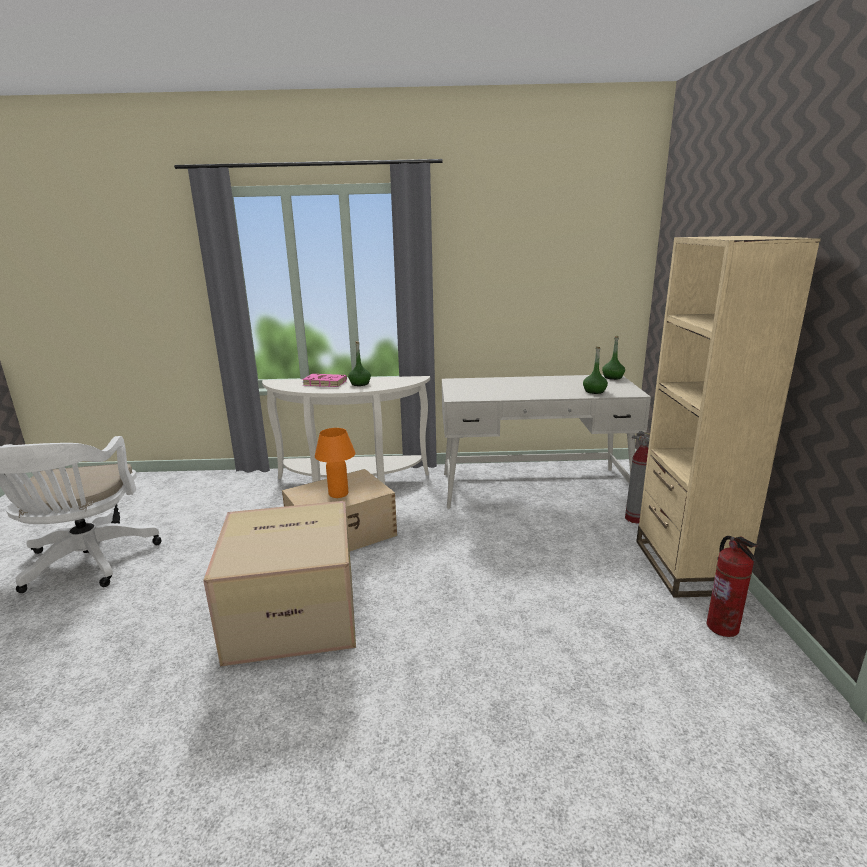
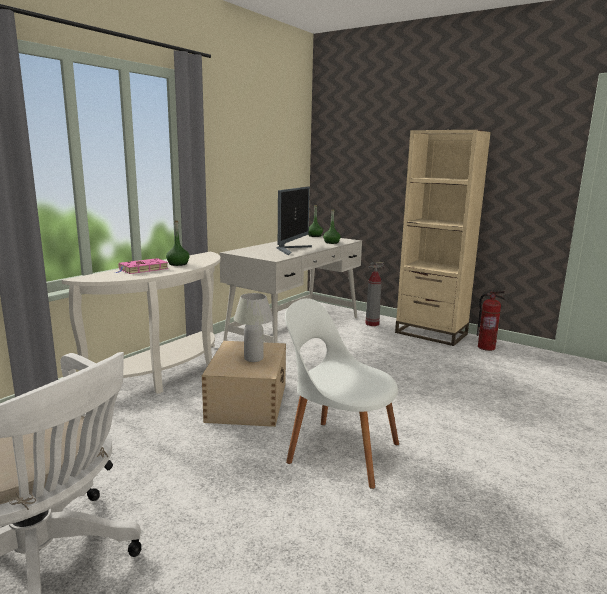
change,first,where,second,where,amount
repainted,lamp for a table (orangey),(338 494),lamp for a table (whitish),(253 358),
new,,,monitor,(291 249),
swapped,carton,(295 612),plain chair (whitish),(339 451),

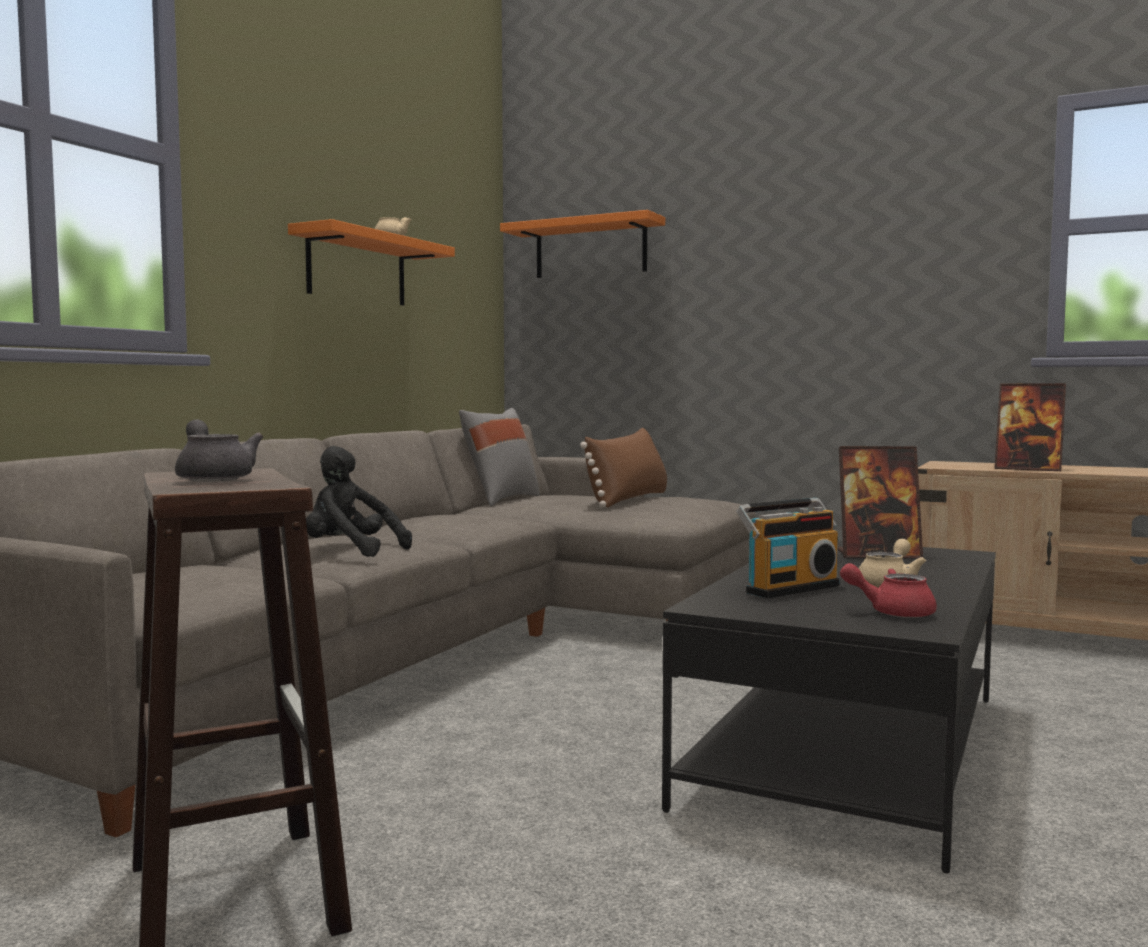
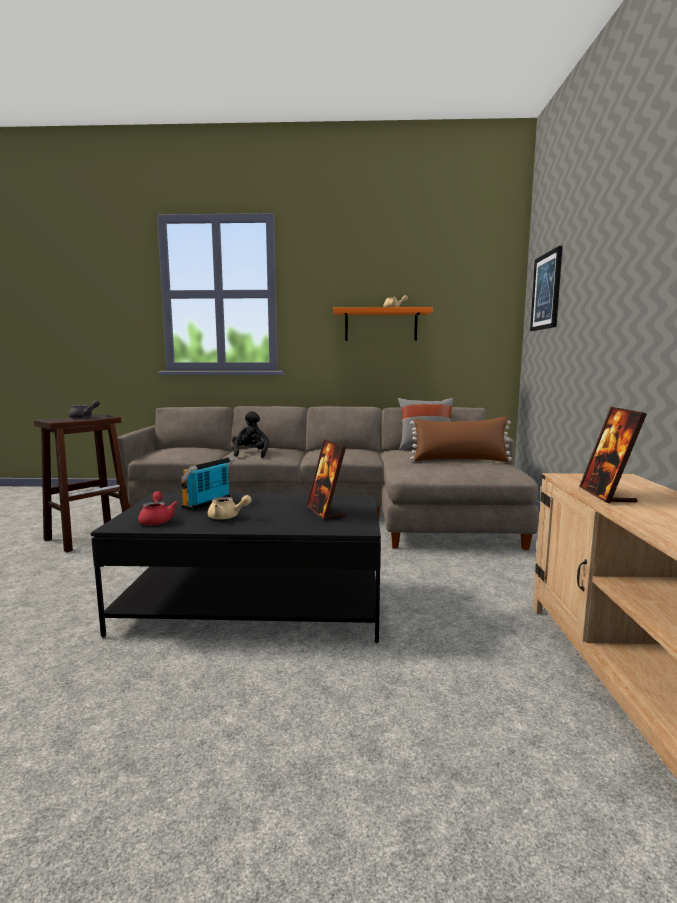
change,first,where,second,where,amount
rotated,radio,(789 588),,(208 503),90 degrees clockwise
swapped,wall shelf (orangey),(590 249),wall art,(546 291),

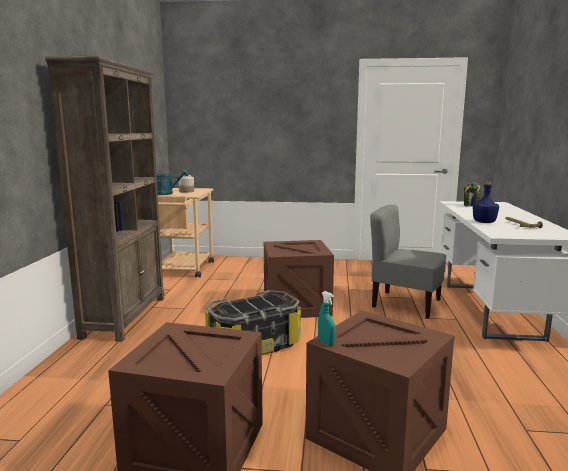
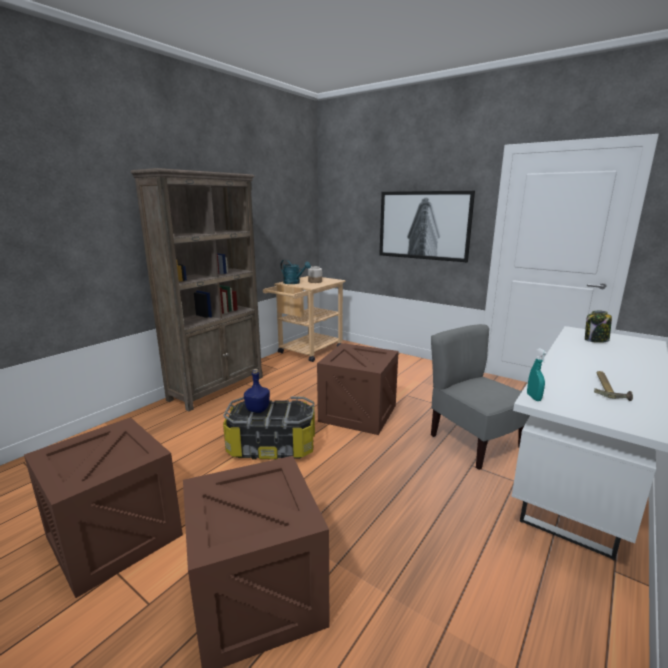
change,first,where,second,where,amount
shifted,beverage bottle (blue-coloured),(484 222),,(257 410),
new,,,wall art,(424 225),
shifted,spray bottle (turquoise),(326 343),,(533 397),

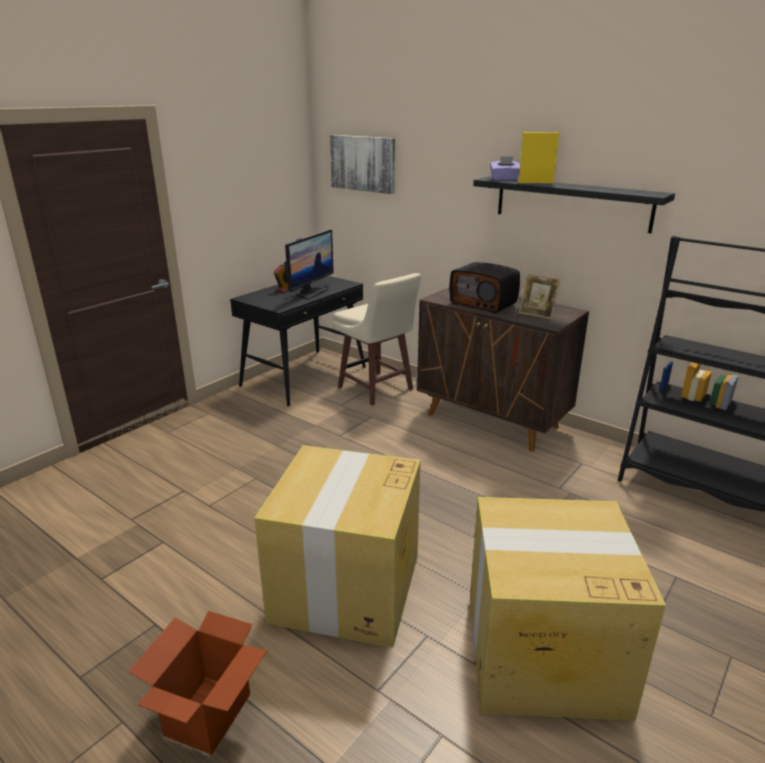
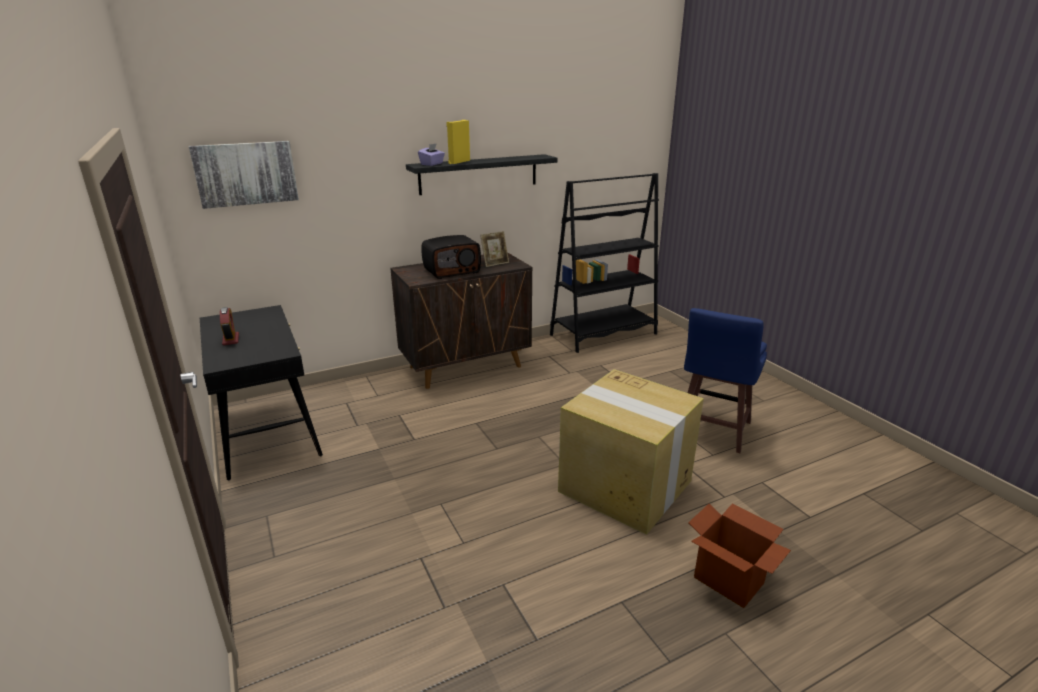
change,first,where,second,where,amount
swapped,carton,(541 653),stool seat (blue-coloured),(712 430),
gone,monitor,(310 293),,,
gone,stool seat (beige),(376 389),,,

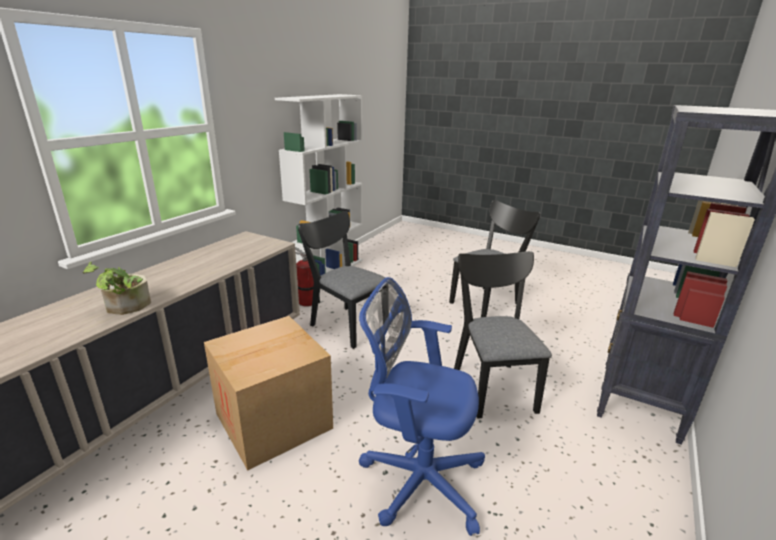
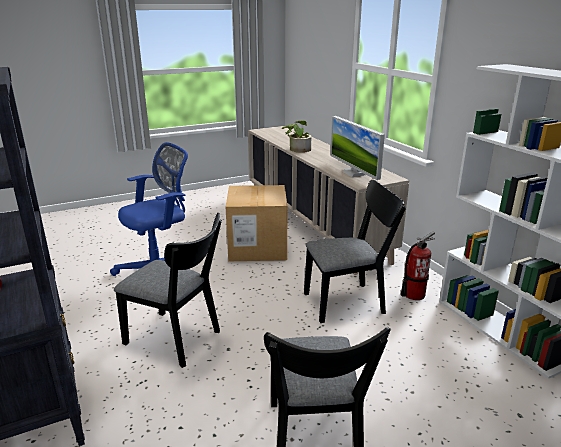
change,first,where,second,where,amount
new,,,monitor,(354 173),

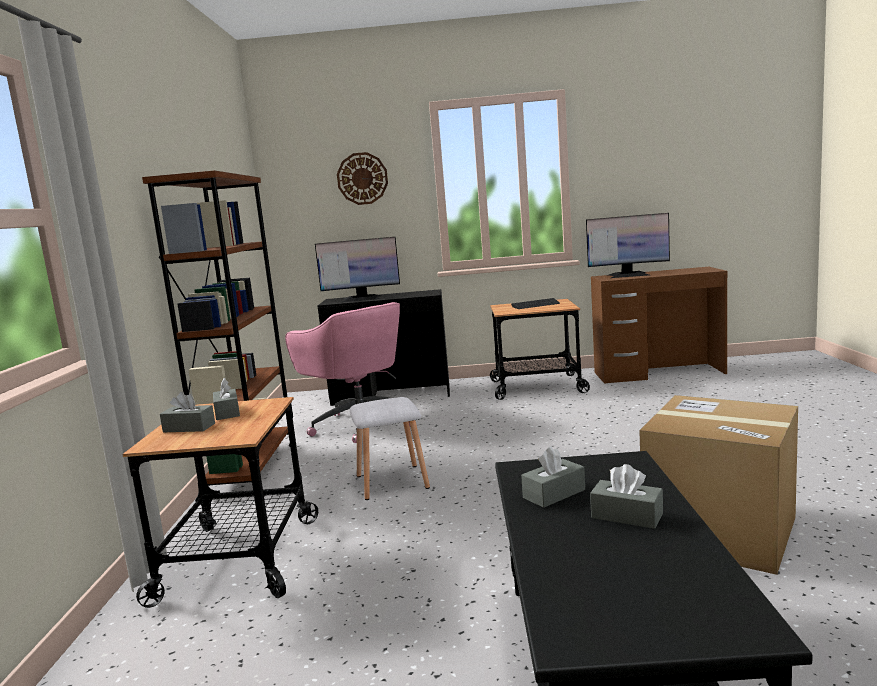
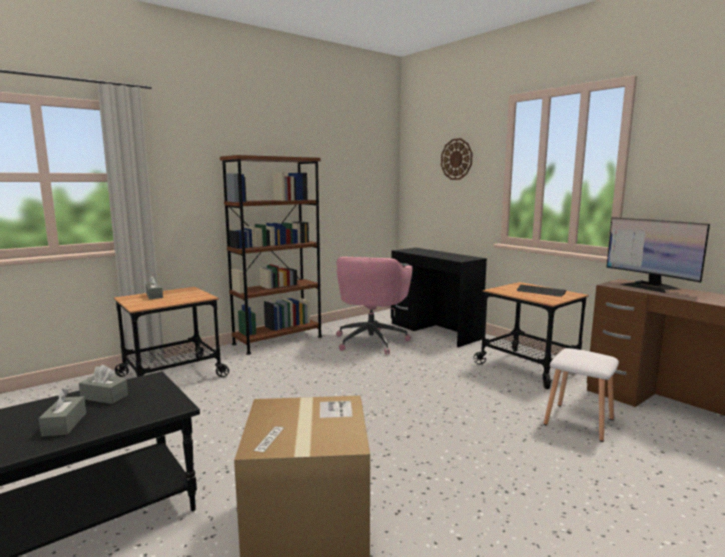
change,first,where,second,where,amount
shifted,stool seat (whitish),(391 482),,(577 421),
gone,tissue box (greyish),(227 412),,,
gone,monitor,(361 298),,,

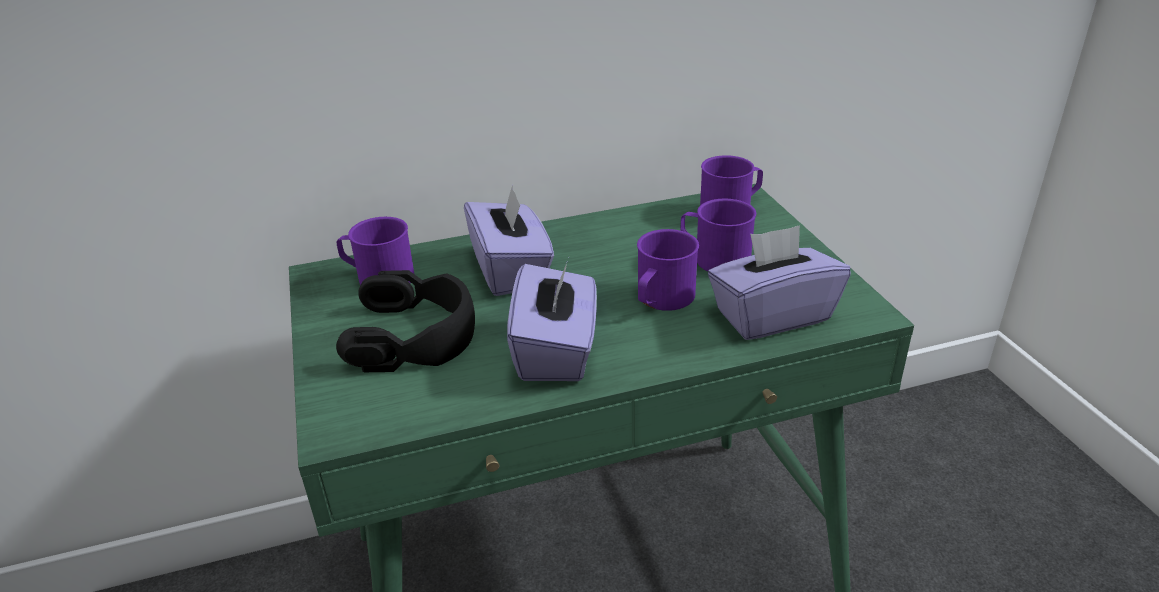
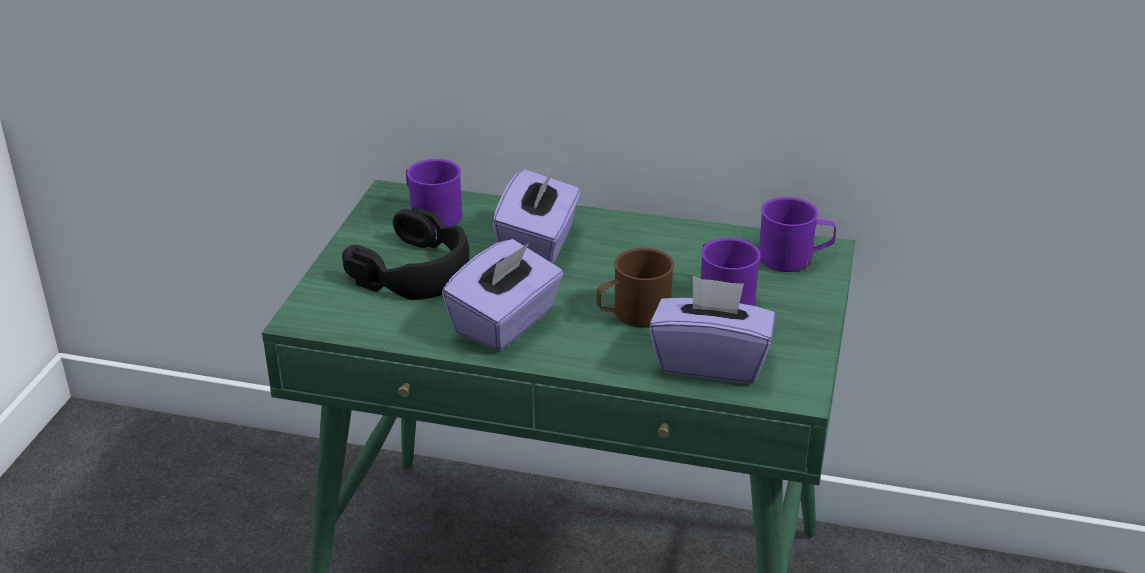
change,first,where,second,where,amount
repainted,coffee mug (purple),(661 300),coffee mug (brown-coloured),(633 314),

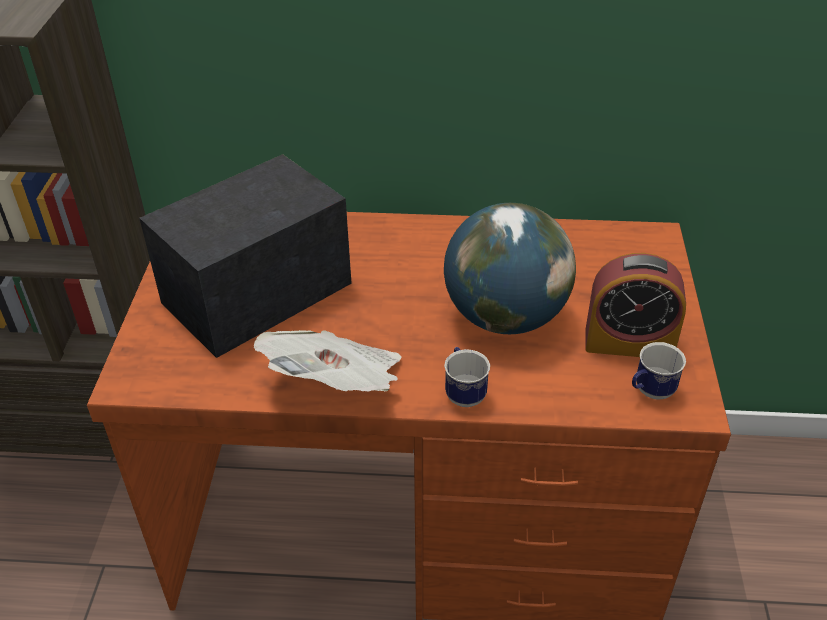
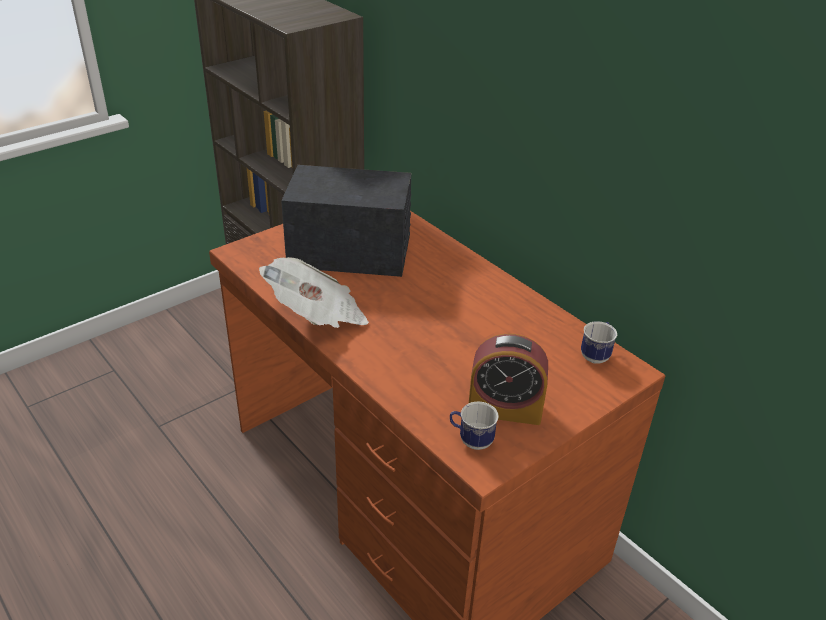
change,first,where,second,where,amount
rotated,table clock,(629 343),,(504 409),45 degrees counterclockwise
shifted,coffee mug,(463 392),,(596 354),
gone,world globe,(504 317),,,

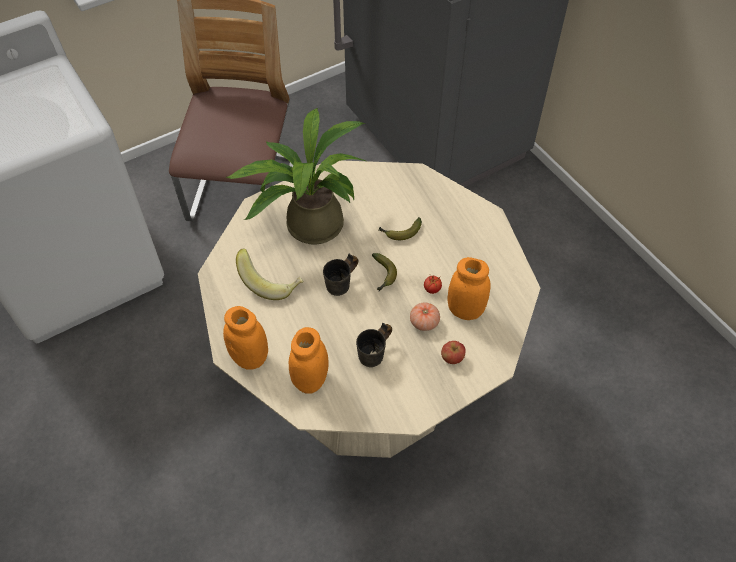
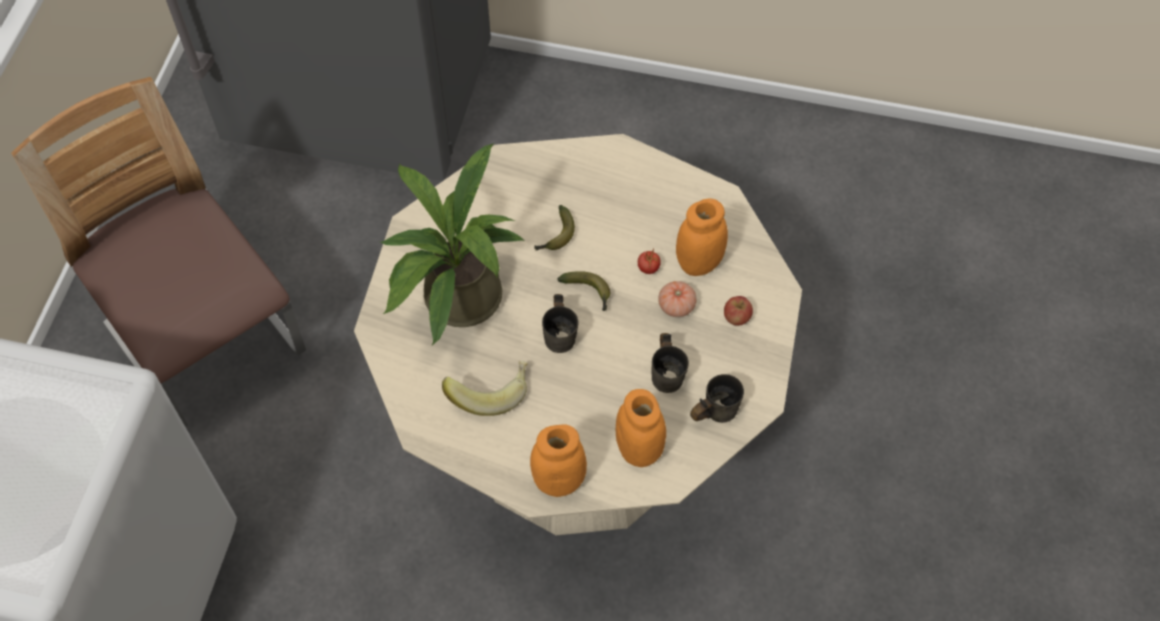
change,first,where,second,where,amount
new,,,coffee mug (greyish),(712 410),

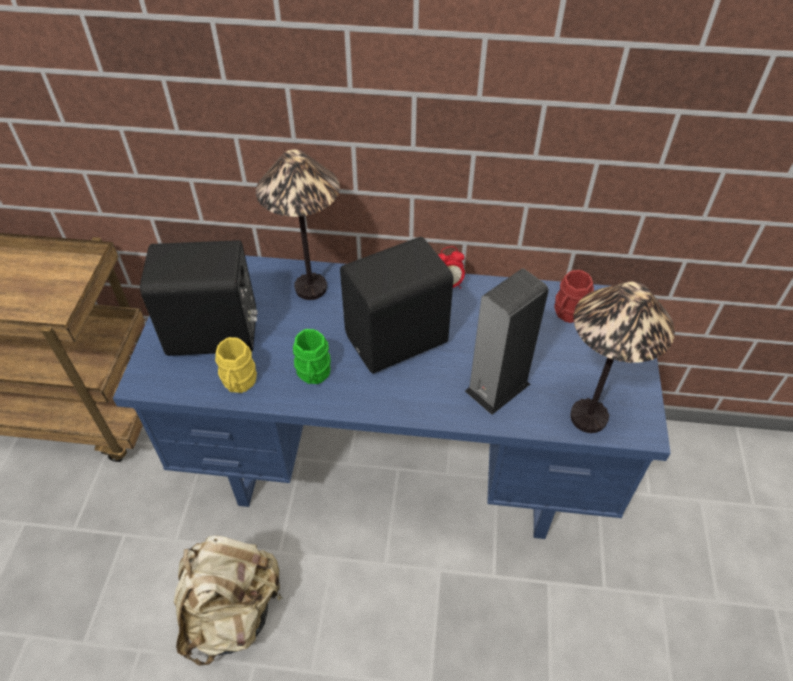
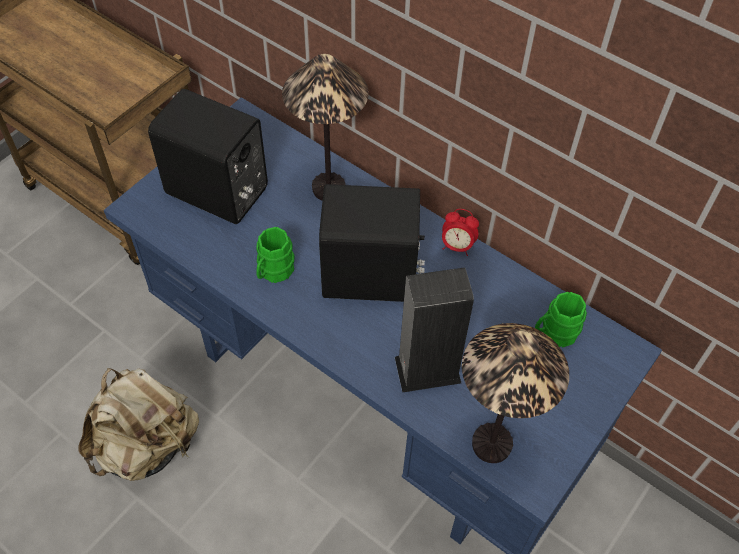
change,first,where,second,where,amount
repainted,coffee mug (red-coloured),(567 313),coffee mug (green),(554 333),
gone,coffee mug (yellow-coloured),(238 383),,,

